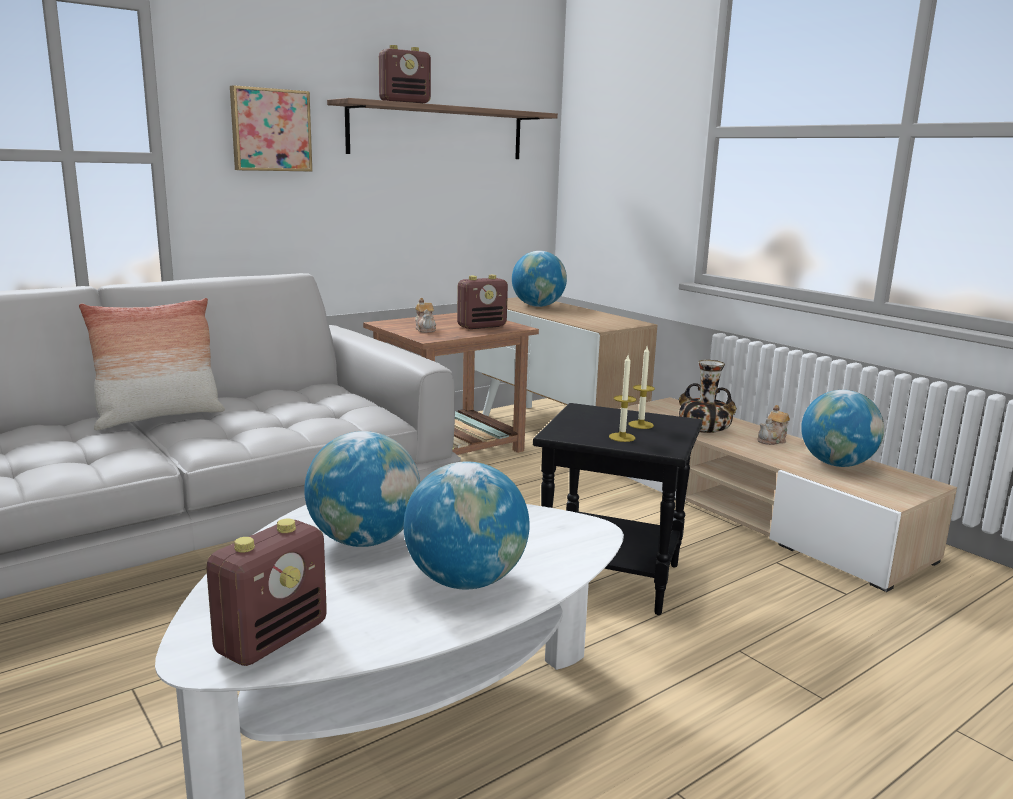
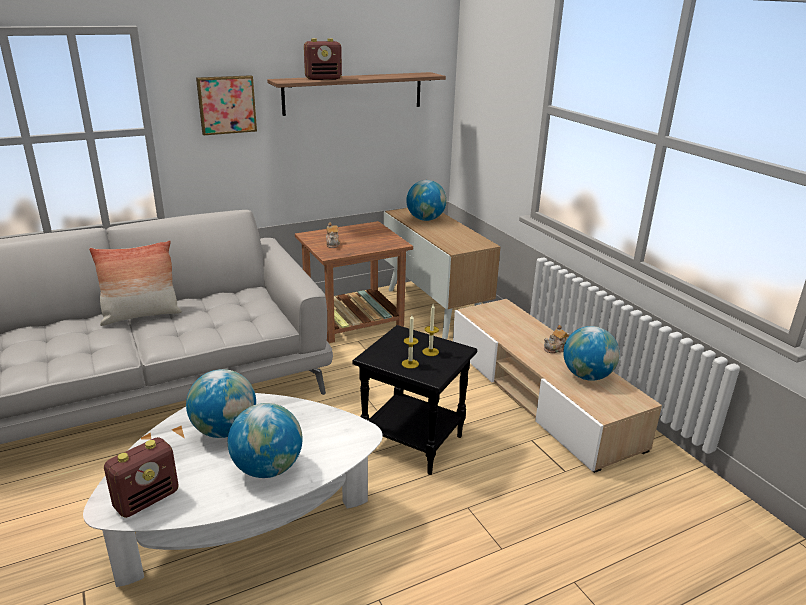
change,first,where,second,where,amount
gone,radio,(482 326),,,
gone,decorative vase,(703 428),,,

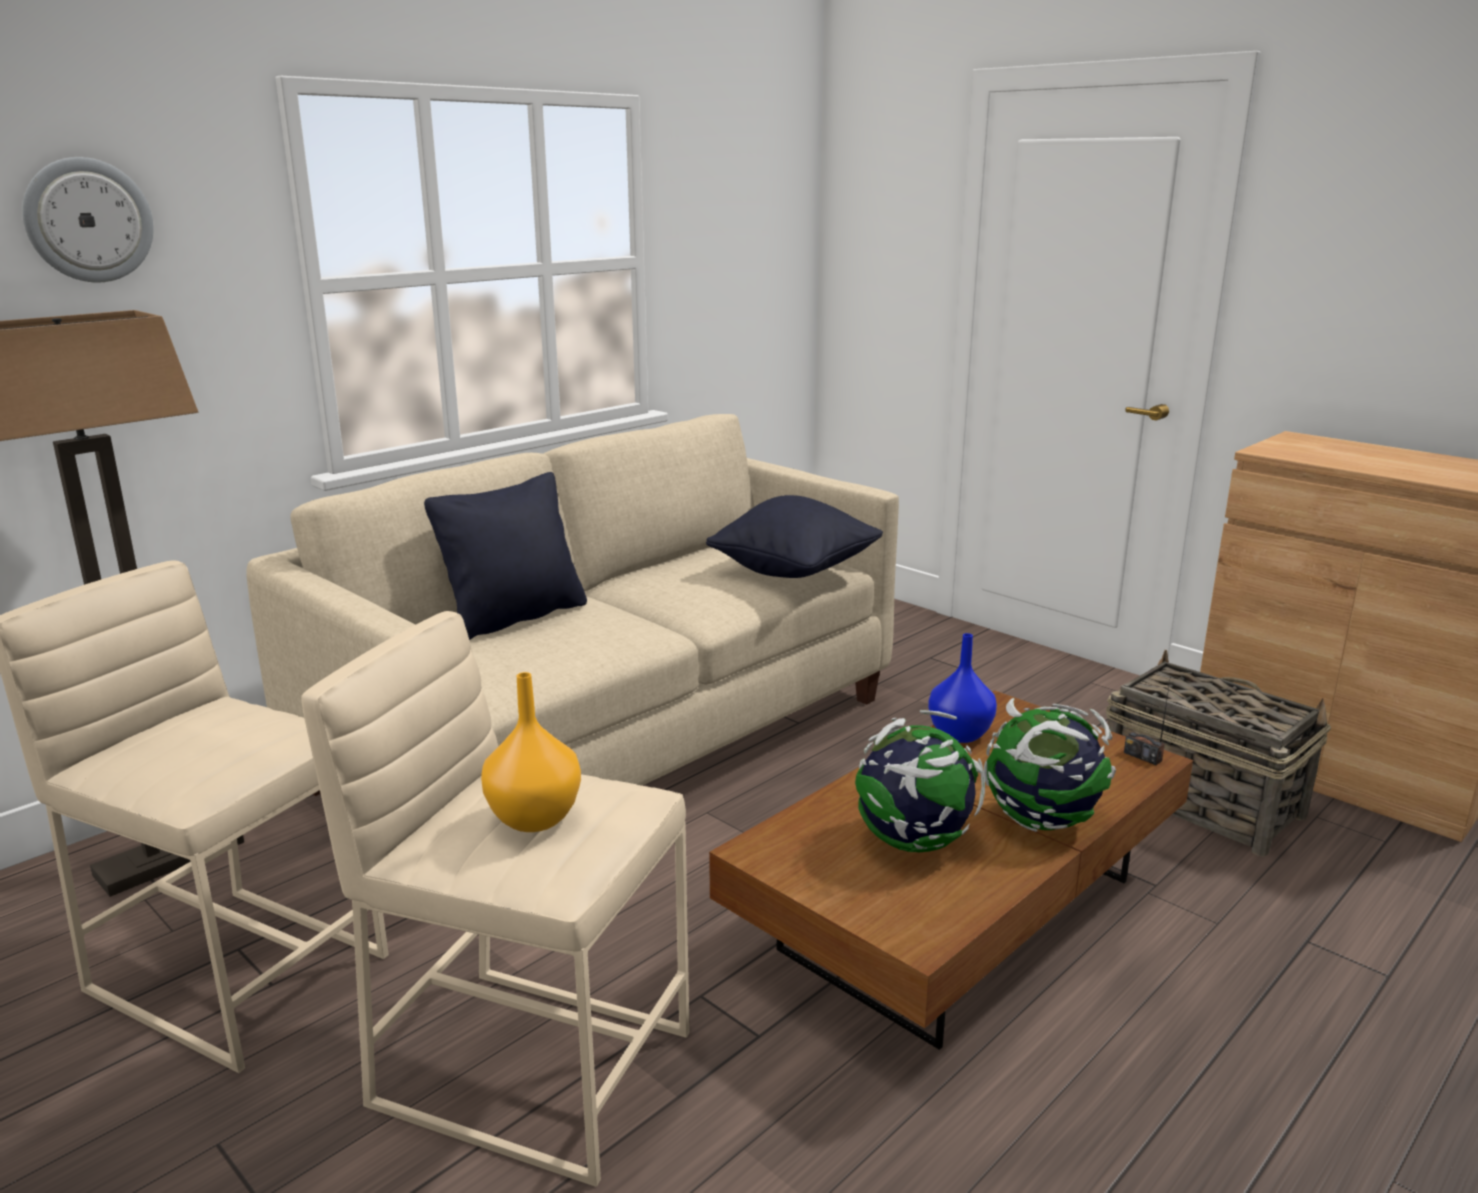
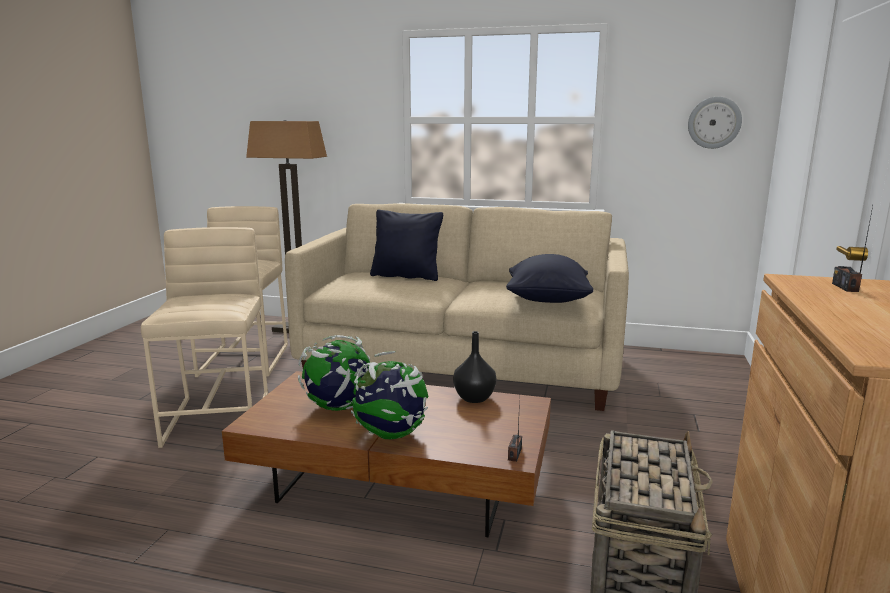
change,first,where,second,where,amount
repainted,decorative vase (blue-coloured),(958 734),decorative vase (blackish),(474 397),
shifted,clock on the wall,(88 220),,(714 122),
new,,,radio,(845 287),
gone,decorative vase (orangey),(536 818),,,

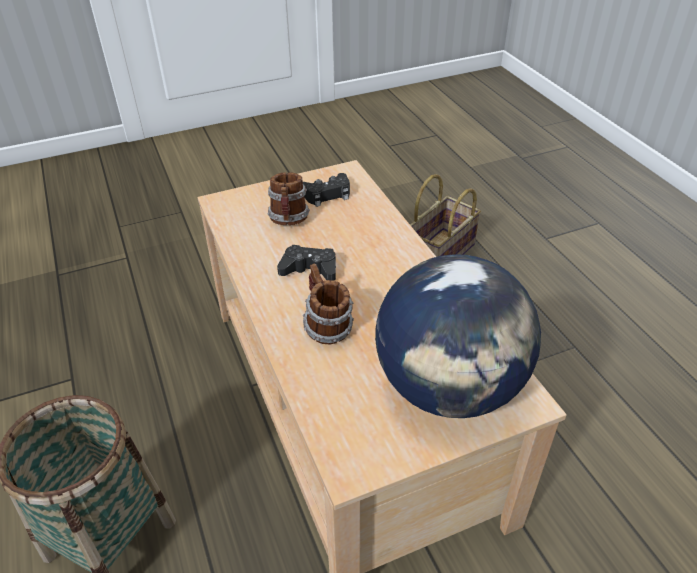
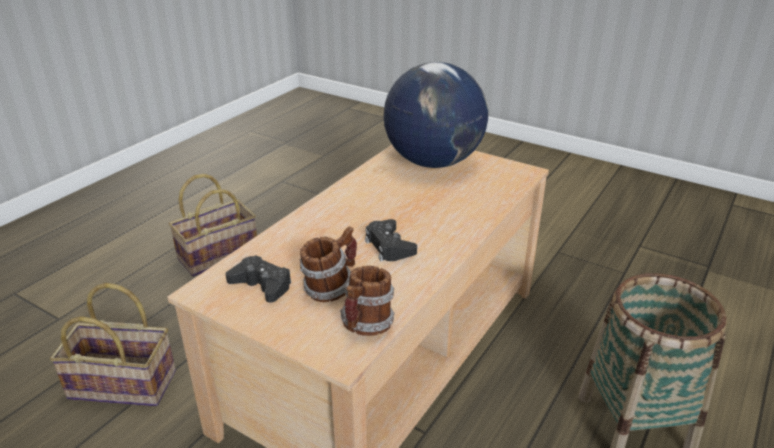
change,first,where,second,where,amount
new,,,household basket,(219 254),
shifted,coffee mug,(326 327),,(366 327),

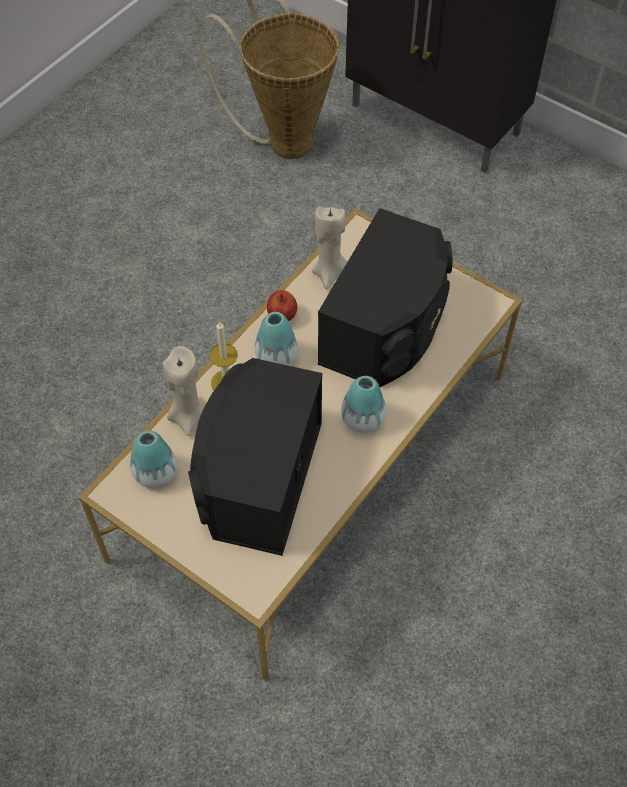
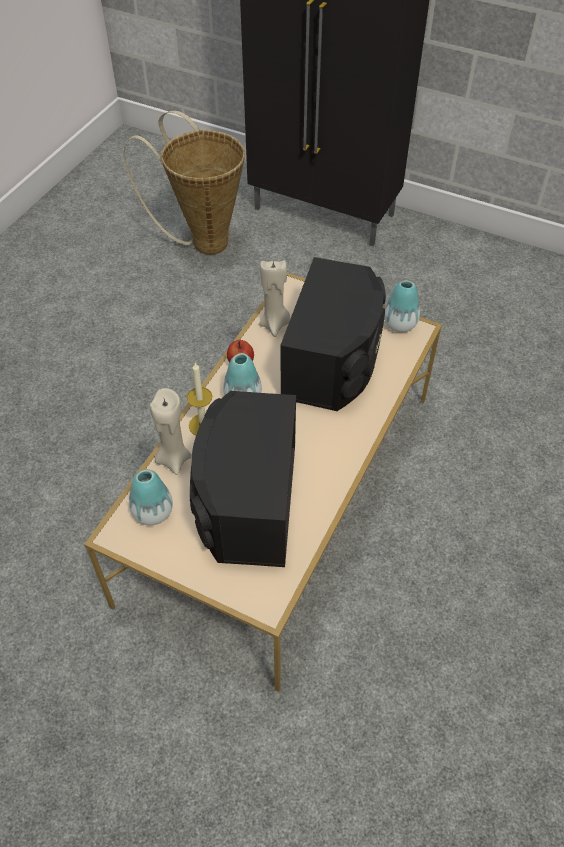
change,first,where,second,where,amount
shifted,decorative vase,(362 419),,(400 324),

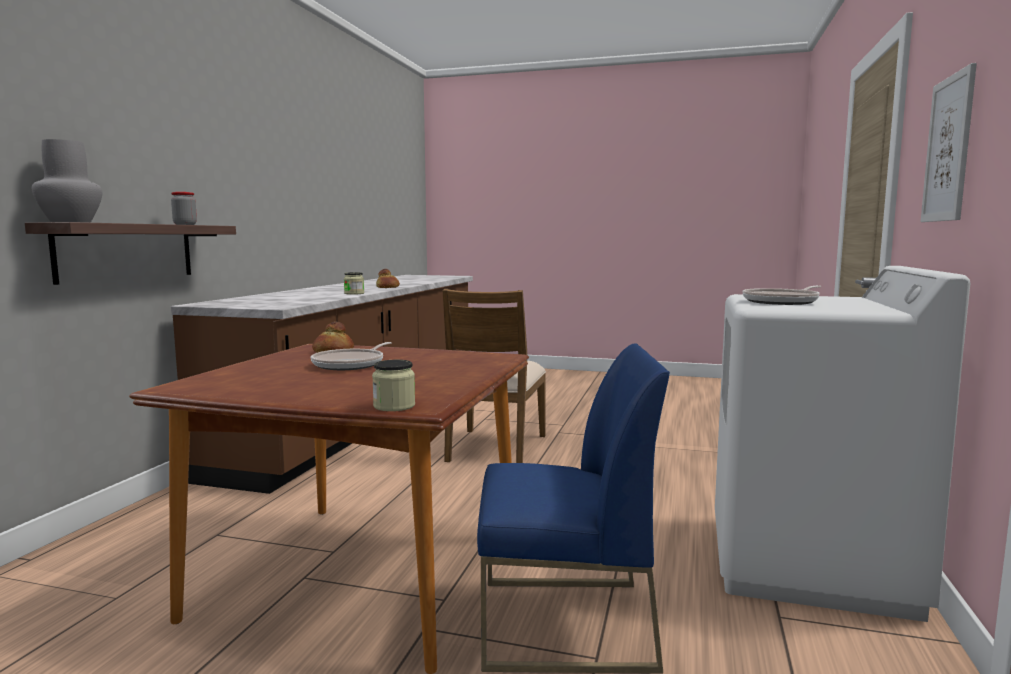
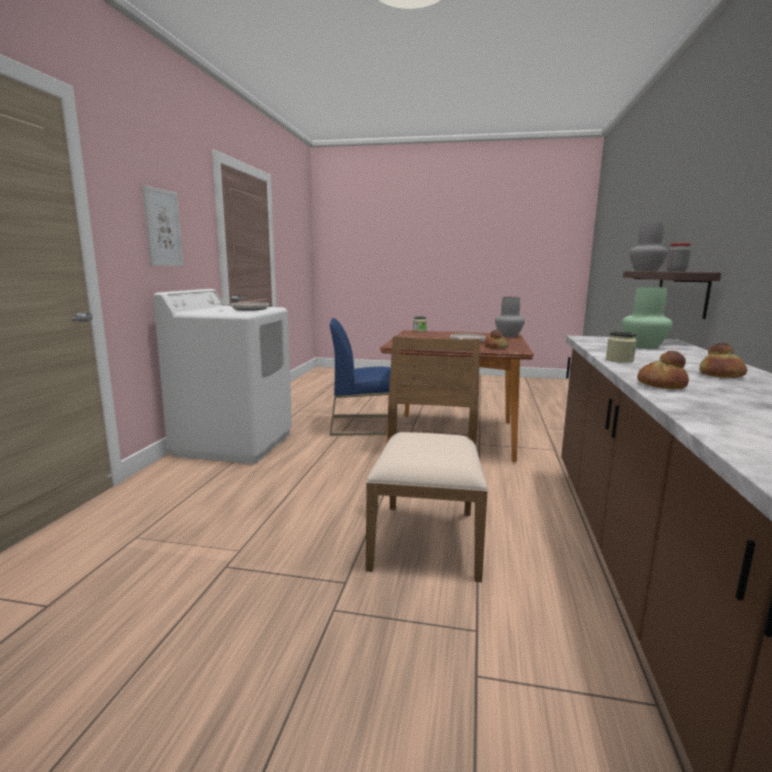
change,first,where,second,where,amount
new,,,decorative vase (greyish),(509 335),
new,,,decorative vase (green),(644 346),
new,,,baked bread,(722 375),

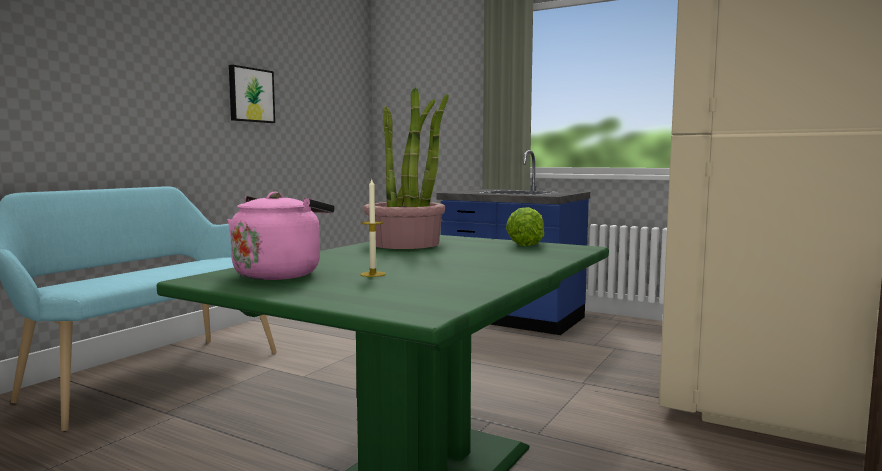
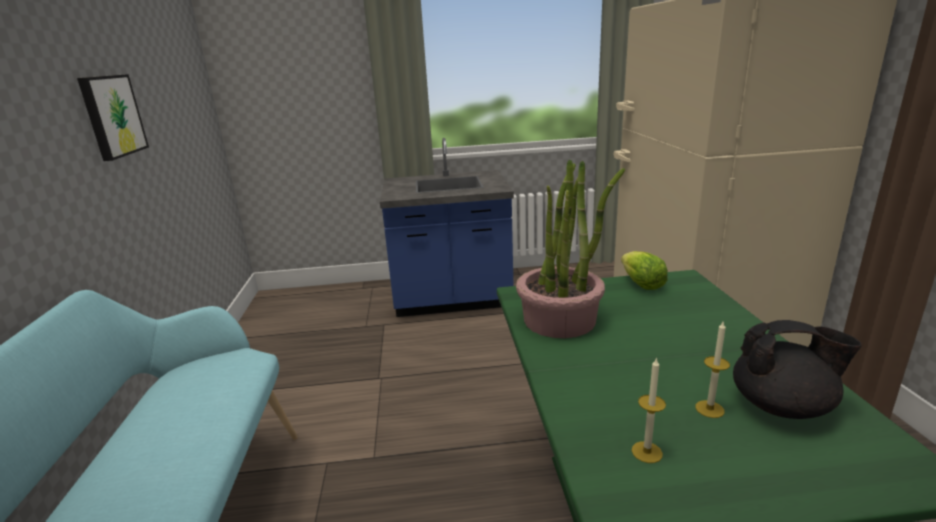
change,first,where,second,where,amount
swapped,kettle (pinkish),(280 274),candle,(647 452),
new,,,teapot (blackish),(782 406),

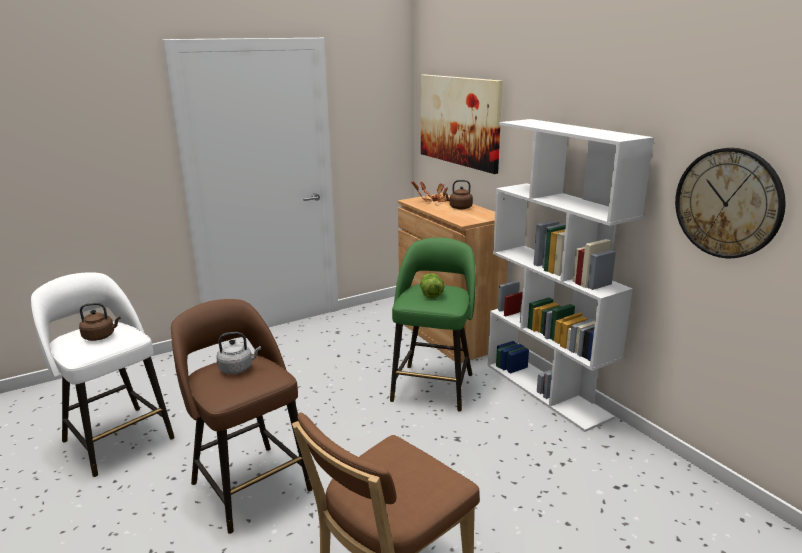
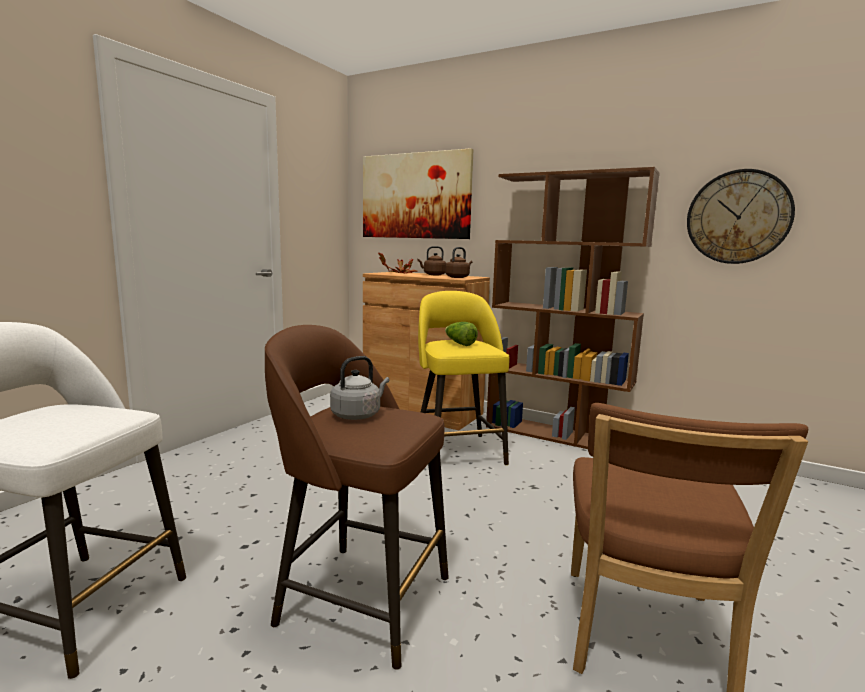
change,first,where,second,where,amount
repainted,stool seat (green),(433 386),stool seat (yellow-coloured),(458 450),
shifted,kettle (brown-coloured),(101 336),,(458 277),
repainted,shelving unit (whitish),(547 390),shelving unit (brown-coloured),(556 434),

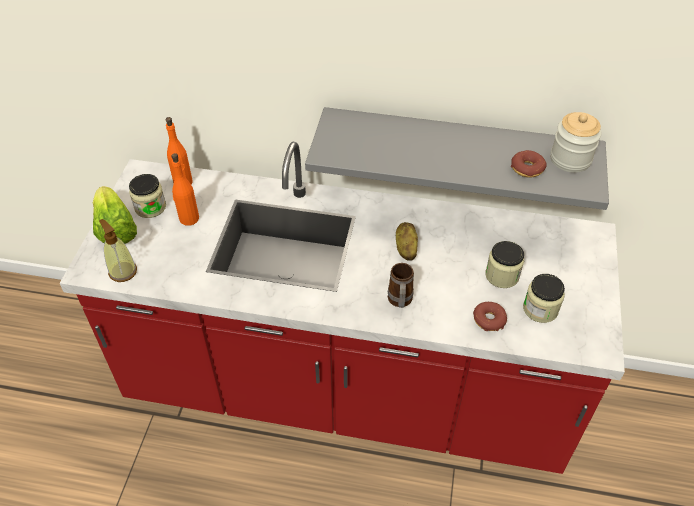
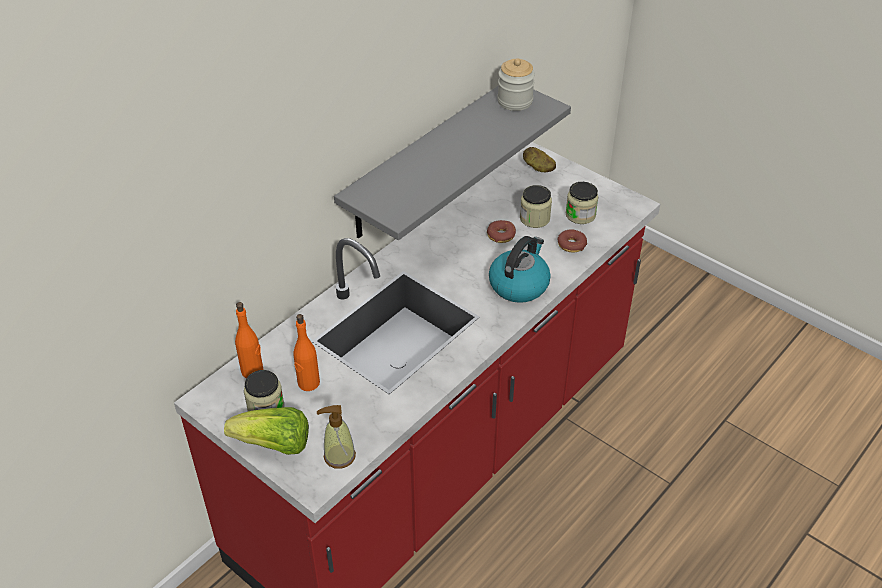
change,first,where,second,where,amount
shifted,donut,(527 168),,(501 235),
swapped,coffee mug,(399 302),kettle,(519 284),
shifted,whole potato,(405 248),,(538 168),

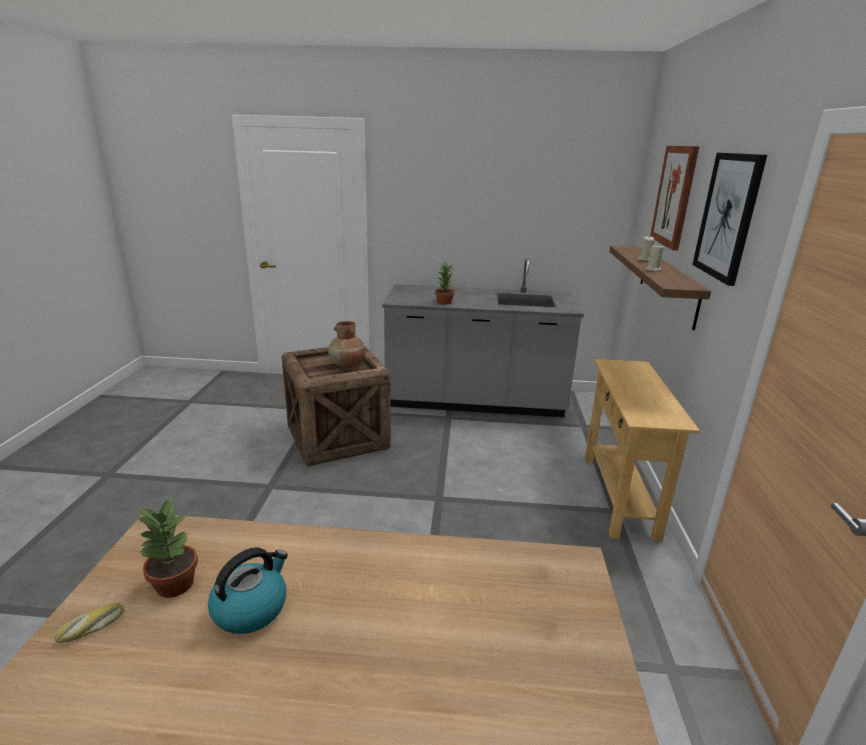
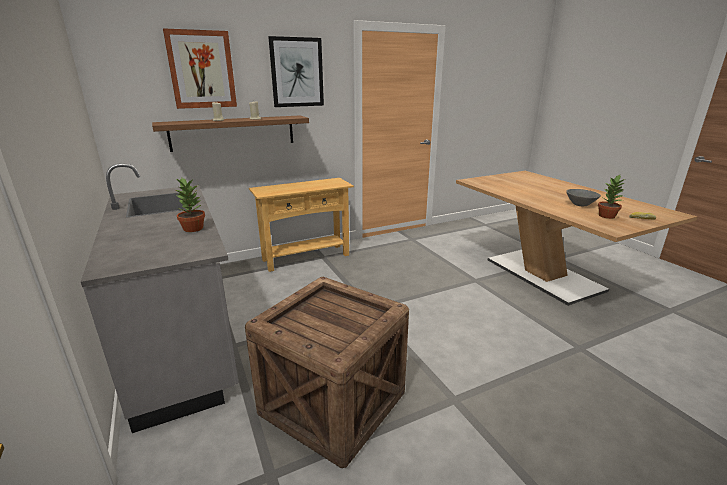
change,first,where,second,where,amount
swapped,kettle,(251 608),bowl (greyish),(580 205),
gone,decorative vase (brown-coloured),(347 365),,,

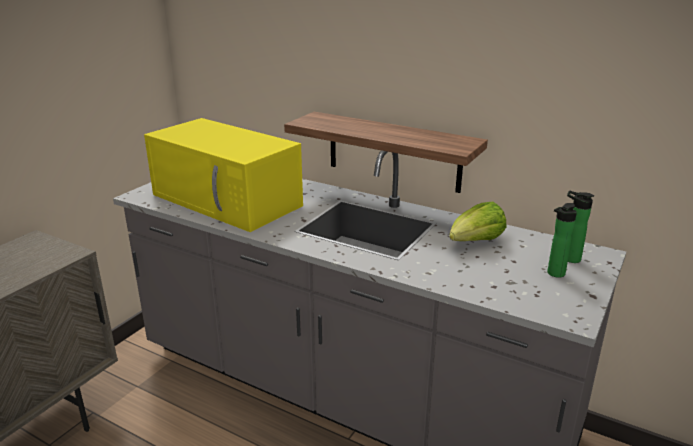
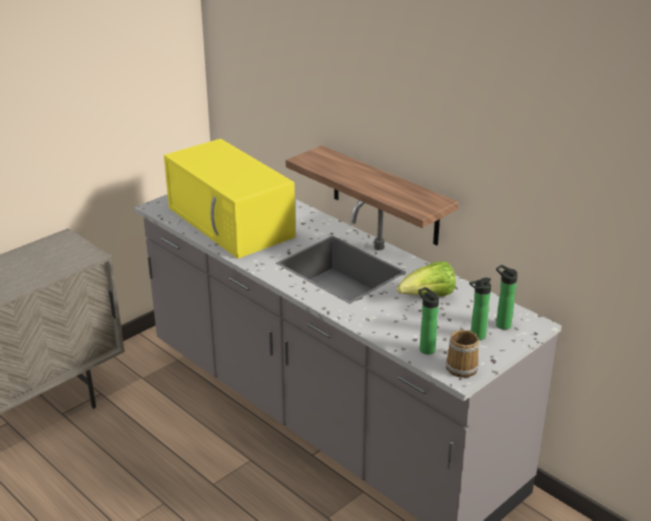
change,first,where,second,where,amount
new,,,beverage bottle,(425 348),
new,,,coffee mug,(462 366),

